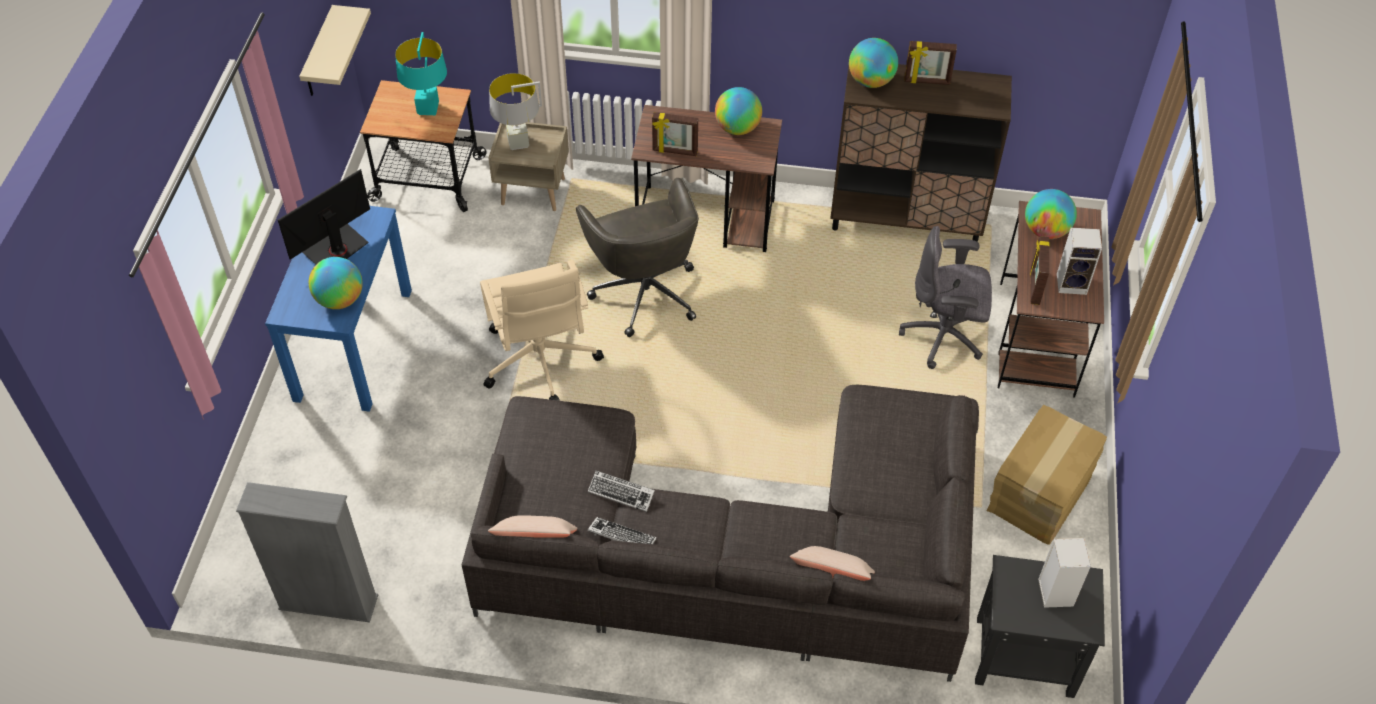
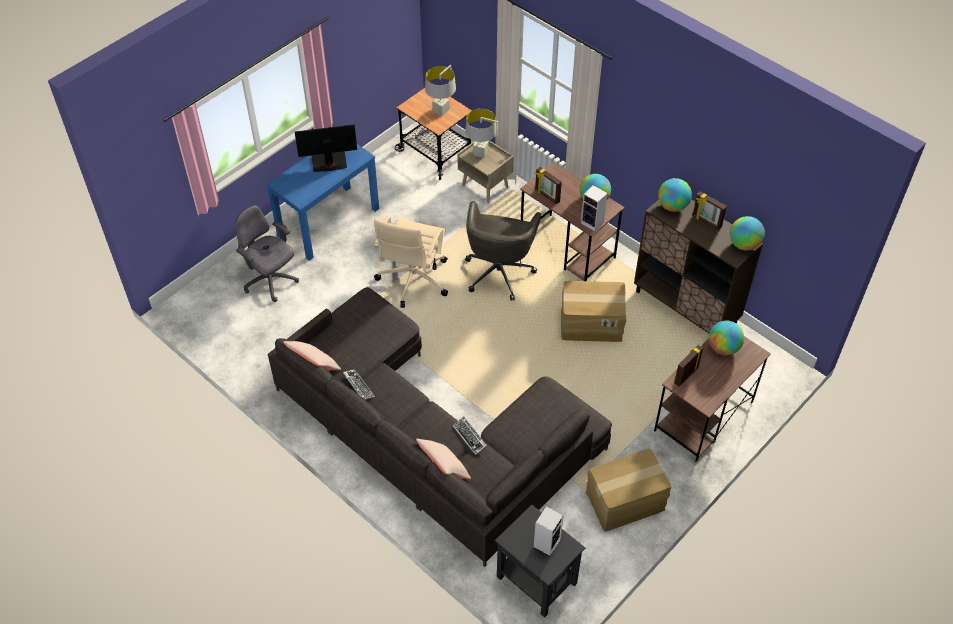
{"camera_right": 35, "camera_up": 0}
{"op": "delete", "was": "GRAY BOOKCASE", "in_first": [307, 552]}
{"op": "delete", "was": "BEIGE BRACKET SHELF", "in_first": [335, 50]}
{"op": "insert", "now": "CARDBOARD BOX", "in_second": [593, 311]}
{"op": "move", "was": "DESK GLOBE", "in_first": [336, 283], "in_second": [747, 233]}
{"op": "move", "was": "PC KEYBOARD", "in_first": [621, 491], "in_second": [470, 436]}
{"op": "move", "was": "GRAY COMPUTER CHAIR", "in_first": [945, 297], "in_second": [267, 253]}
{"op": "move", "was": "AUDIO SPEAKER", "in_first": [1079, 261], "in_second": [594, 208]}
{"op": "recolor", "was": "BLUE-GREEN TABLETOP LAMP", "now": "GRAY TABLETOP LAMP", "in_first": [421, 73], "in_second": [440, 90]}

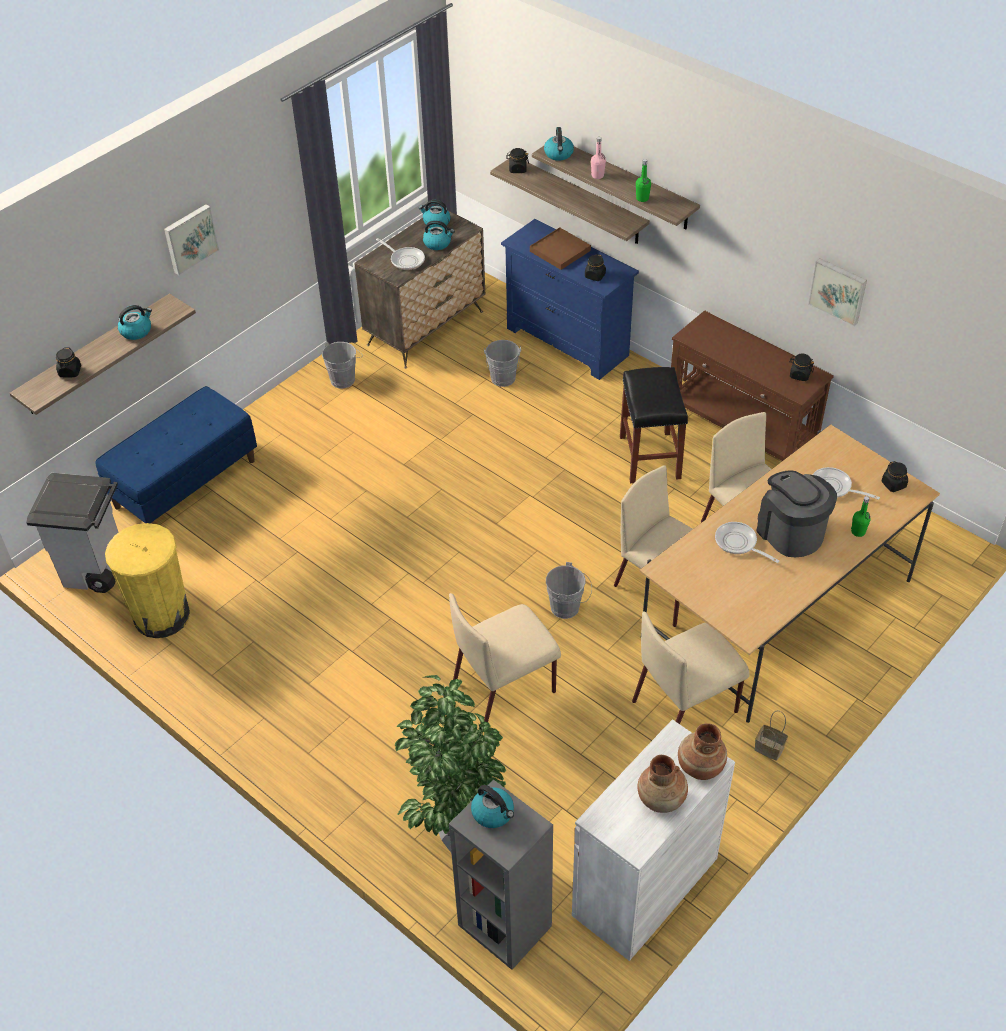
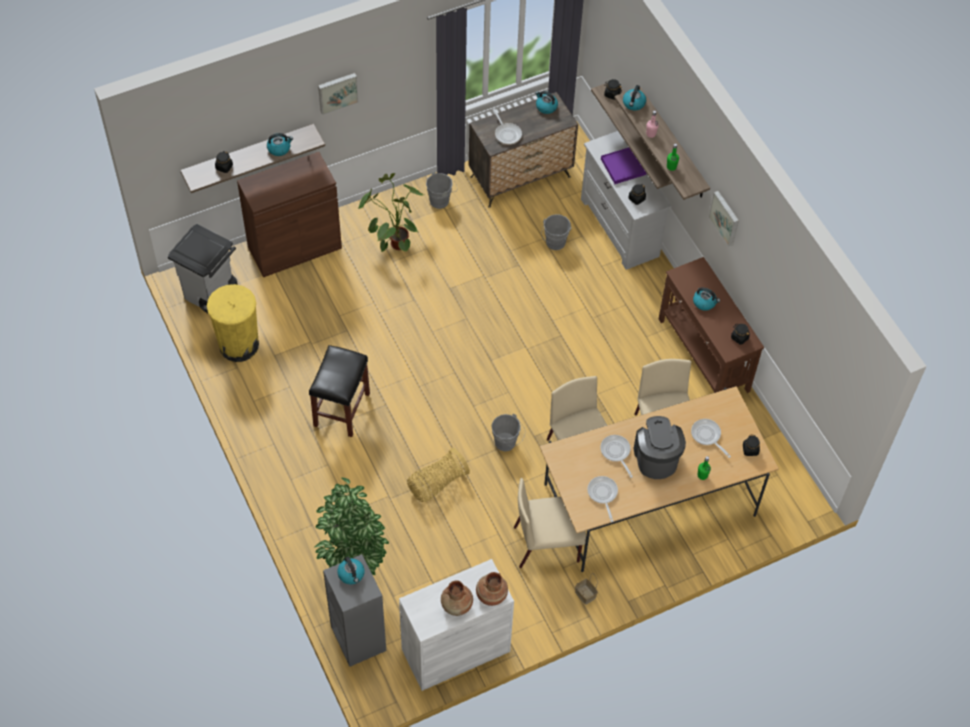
{"camera_right": 20, "camera_up": 10}
{"op": "insert", "now": "HOUSEPLANT", "in_second": [391, 212]}
{"op": "insert", "now": "PAN", "in_second": [602, 499]}
{"op": "move", "was": "KETTLE", "in_first": [439, 235], "in_second": [706, 299]}
{"op": "move", "was": "BLACK-COLOURED STOOL", "in_first": [654, 425], "in_second": [339, 391]}
{"op": "move", "was": "PICTURE", "in_first": [837, 292], "in_second": [724, 218]}
{"op": "replace", "was": "BLUE-COLOURED INDOOR BENCH", "now": "BROWN-COLOURED CUPBOARD", "in_first": [176, 455], "in_second": [289, 214]}
{"op": "replace", "was": "BEIGE UPRIGHT CHAIR", "now": "HOUSEHOLD BASKET", "in_first": [505, 657], "in_second": [438, 475]}
{"op": "recolor", "was": "BLUE-COLOURED DRESSER", "now": "WHITE-COLOURED DRESSER", "in_first": [570, 299], "in_second": [626, 200]}
{"op": "recolor", "was": "BROWN-COLOURED CARRYING TRAY", "now": "PURPLE CARRYING TRAY", "in_first": [560, 248], "in_second": [623, 166]}

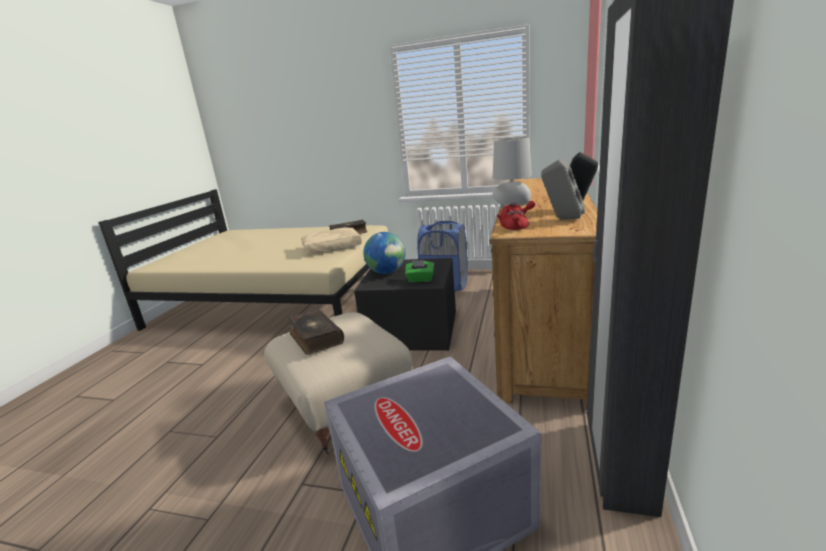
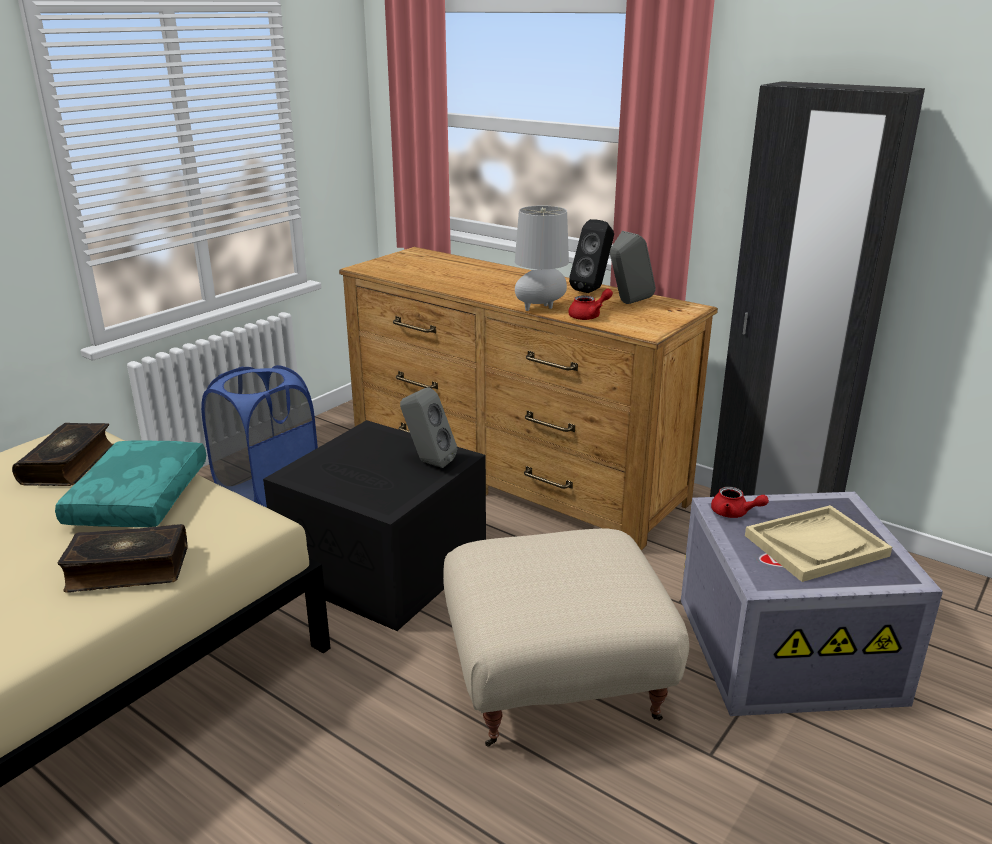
{"camera_right": -70, "camera_up": 5}
{"op": "delete", "was": "DESK GLOBE", "in_first": [384, 253]}
{"op": "insert", "now": "BEIGE CARRYING TRAY", "in_second": [818, 543]}
{"op": "move", "was": "BOOK", "in_first": [316, 332], "in_second": [122, 558]}
{"op": "move", "was": "RED POT FOR TEA", "in_first": [513, 220], "in_second": [740, 502]}
{"op": "replace", "was": "GREEN-COLOURED TISSUE HOLDER", "now": "GRAY AUDIO SPEAKER", "in_first": [419, 271], "in_second": [428, 427]}
{"op": "recolor", "was": "BEIGE CUSHION", "now": "BLUE-GREEN CUSHION", "in_first": [331, 240], "in_second": [130, 483]}

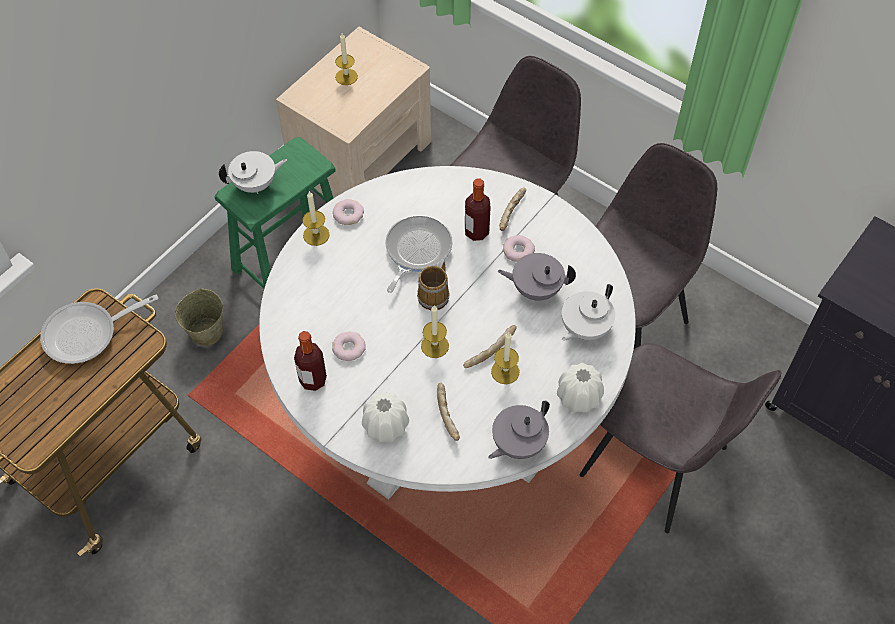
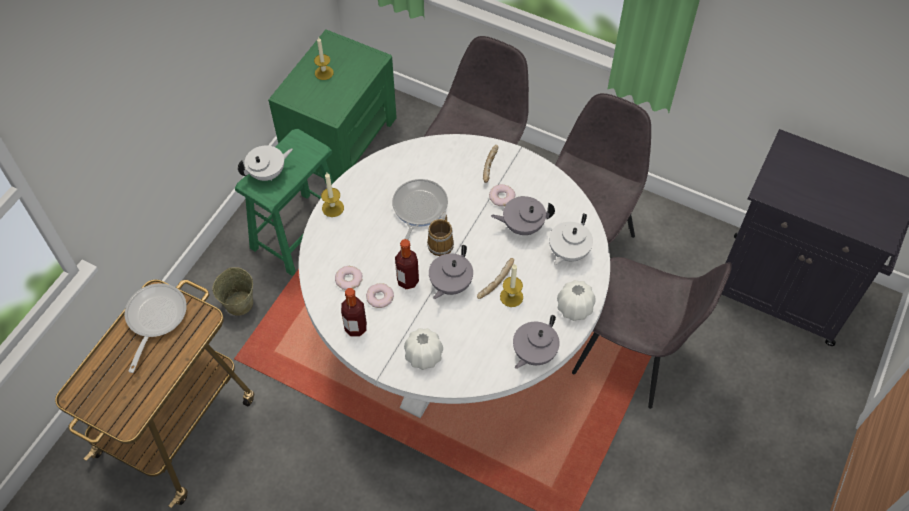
{"camera_right": -10, "camera_up": 0}
{"op": "delete", "was": "BAKED BREAD", "in_first": [448, 412]}
{"op": "move", "was": "DONUT", "in_first": [348, 212], "in_second": [349, 278]}
{"op": "move", "was": "DRINK BOTTLE", "in_first": [478, 209], "in_second": [407, 264]}
{"op": "replace", "was": "WAX CANDLE", "now": "GRAY POT FOR TEA", "in_first": [435, 332], "in_second": [451, 272]}
{"op": "recolor", "was": "BEIGE BEDSIDE TABLE", "now": "GREEN-COLOURED BEDSIDE TABLE", "in_first": [353, 112], "in_second": [332, 105]}
{"op": "rotate", "was": "PAN", "in_first": [99, 329], "in_second": [156, 328], "clockwise": 135}

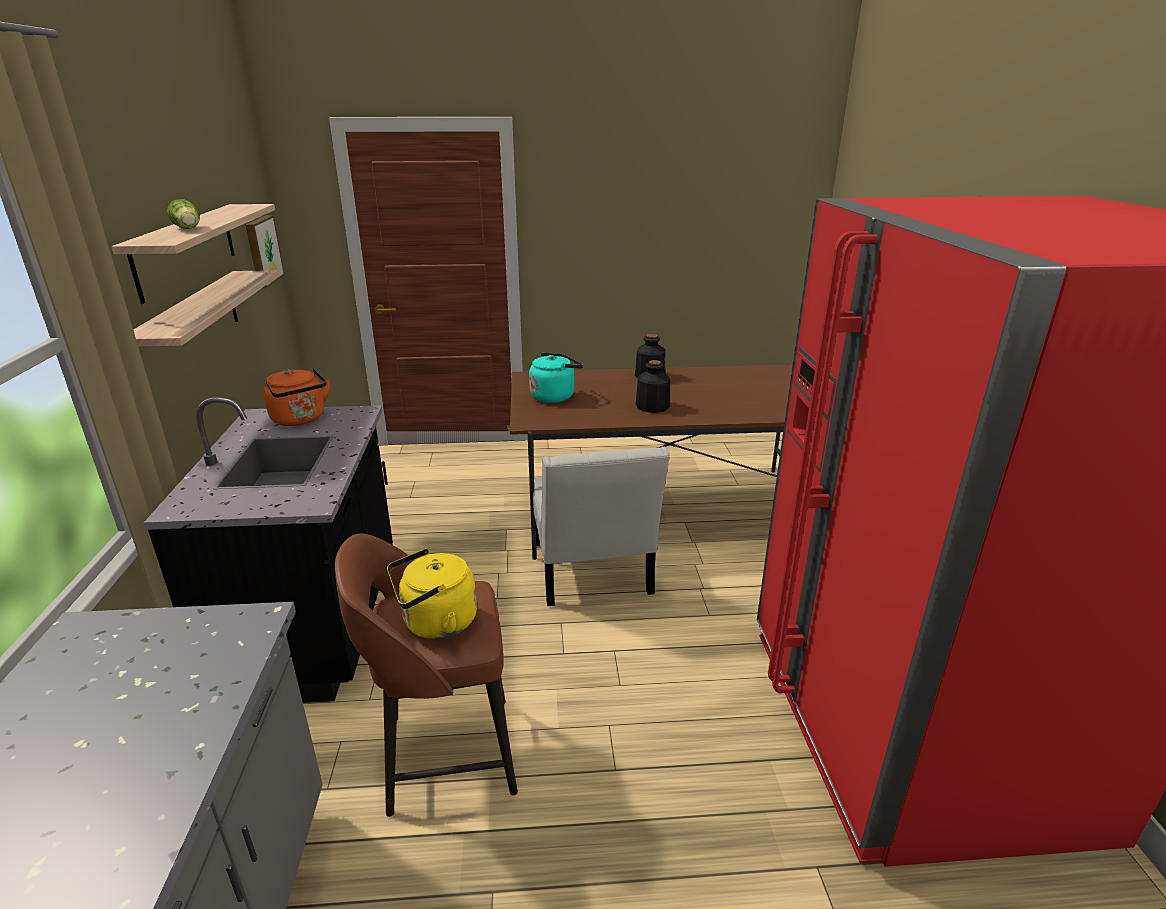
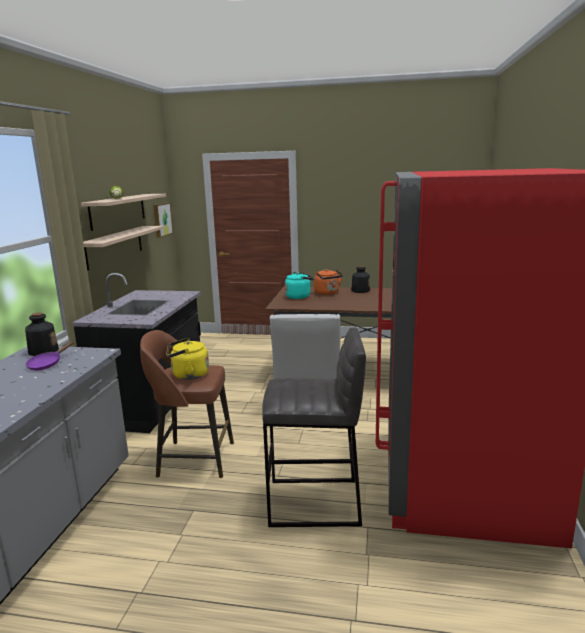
{"camera_right": 15, "camera_up": -10}
{"op": "insert", "now": "PURPLE PAN", "in_second": [50, 356]}
{"op": "insert", "now": "GRAY STOOL", "in_second": [314, 427]}
{"op": "move", "was": "ORANGE KETTLE", "in_first": [297, 397], "in_second": [328, 282]}
{"op": "move", "was": "DRINK BOTTLE", "in_first": [653, 386], "in_second": [42, 334]}

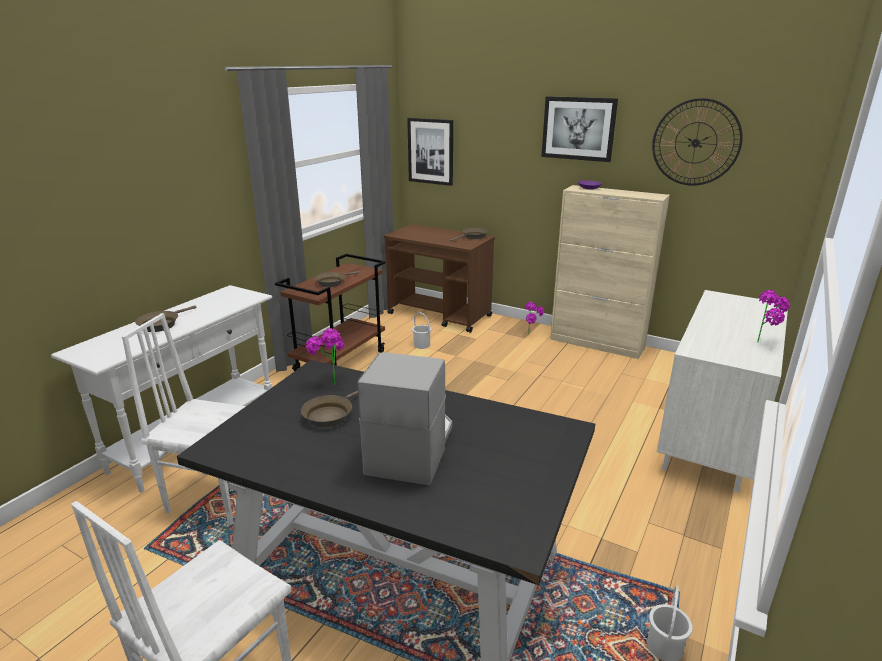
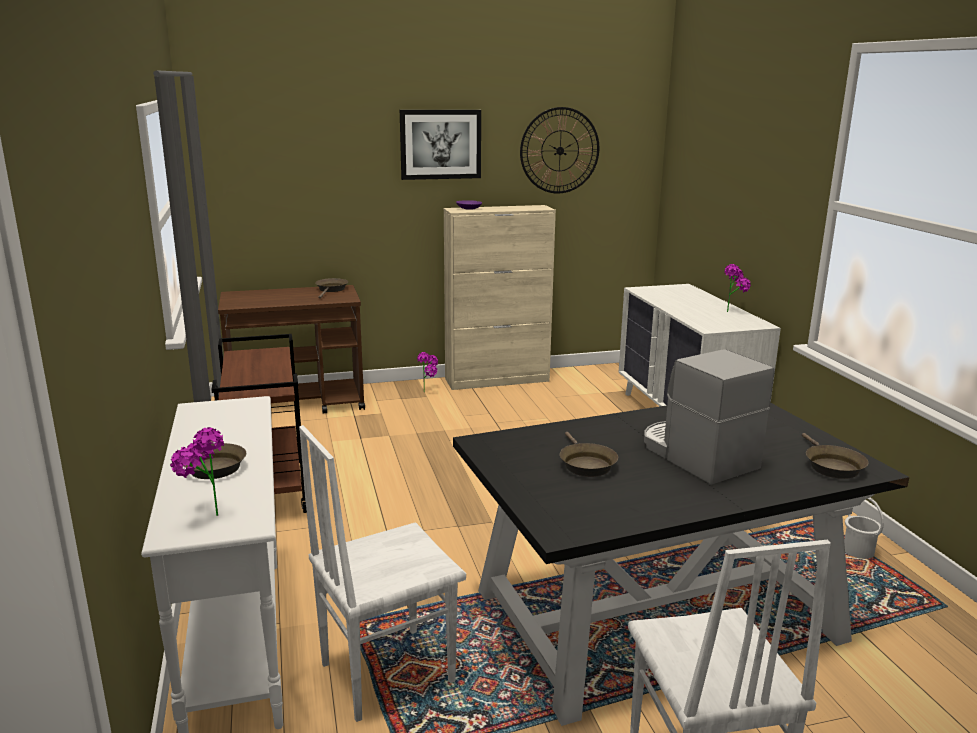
{"camera_right": -45, "camera_up": -5}
{"op": "delete", "was": "PICTURE", "in_first": [430, 152]}
{"op": "delete", "was": "WHITE-COLOURED WATER BUCKET", "in_first": [422, 330]}
{"op": "move", "was": "HOUSEPLANT", "in_first": [325, 356], "in_second": [197, 471]}
{"op": "move", "was": "BROWN-COLOURED PAN", "in_first": [337, 279], "in_second": [835, 456]}

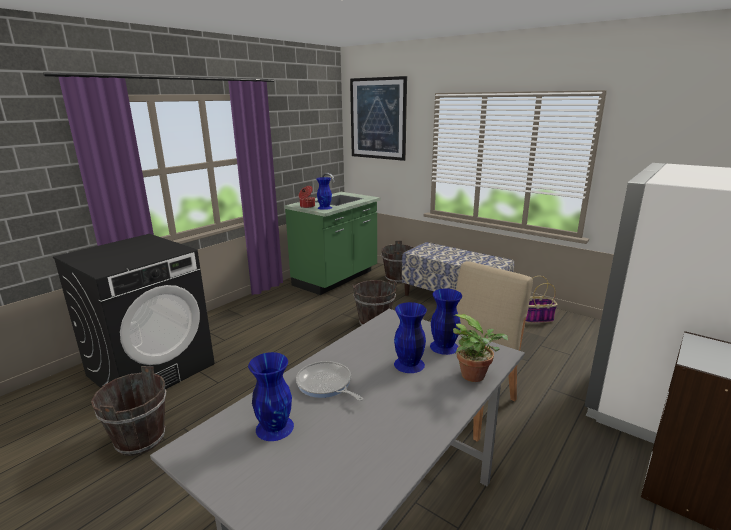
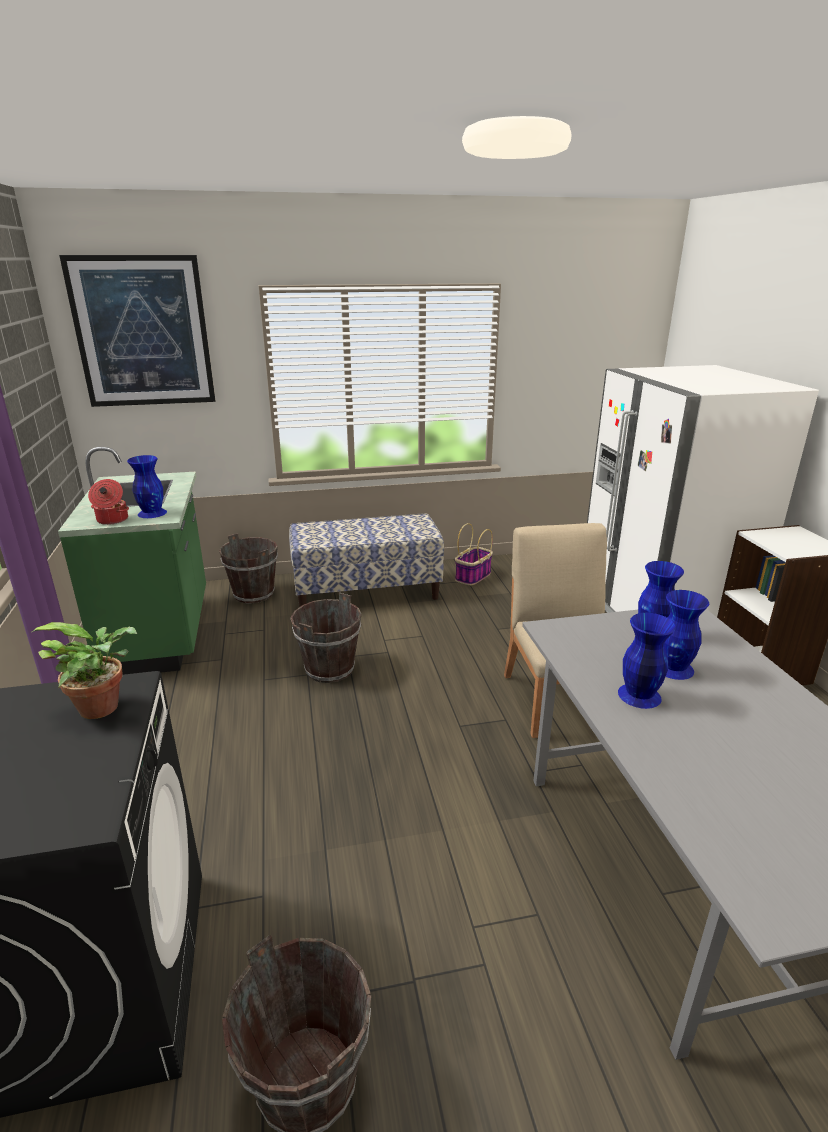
{"camera_right": -50, "camera_up": 5}
{"op": "delete", "was": "PAN", "in_first": [329, 381]}
{"op": "move", "was": "BLUE-COLOURED DECORATIVE VASE", "in_first": [271, 396], "in_second": [647, 661]}
{"op": "move", "was": "HOUSEPLANT", "in_first": [480, 348], "in_second": [84, 670]}

